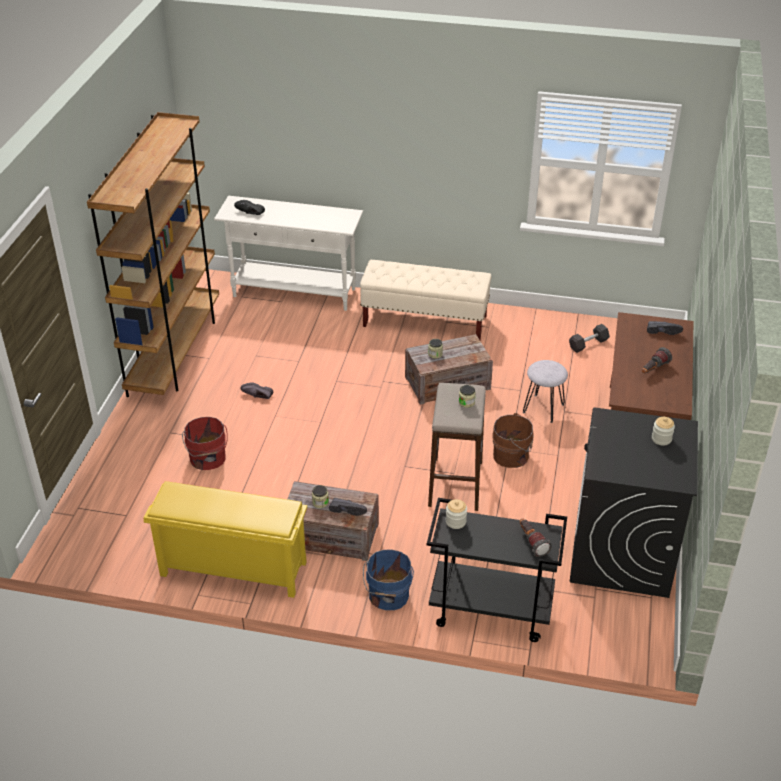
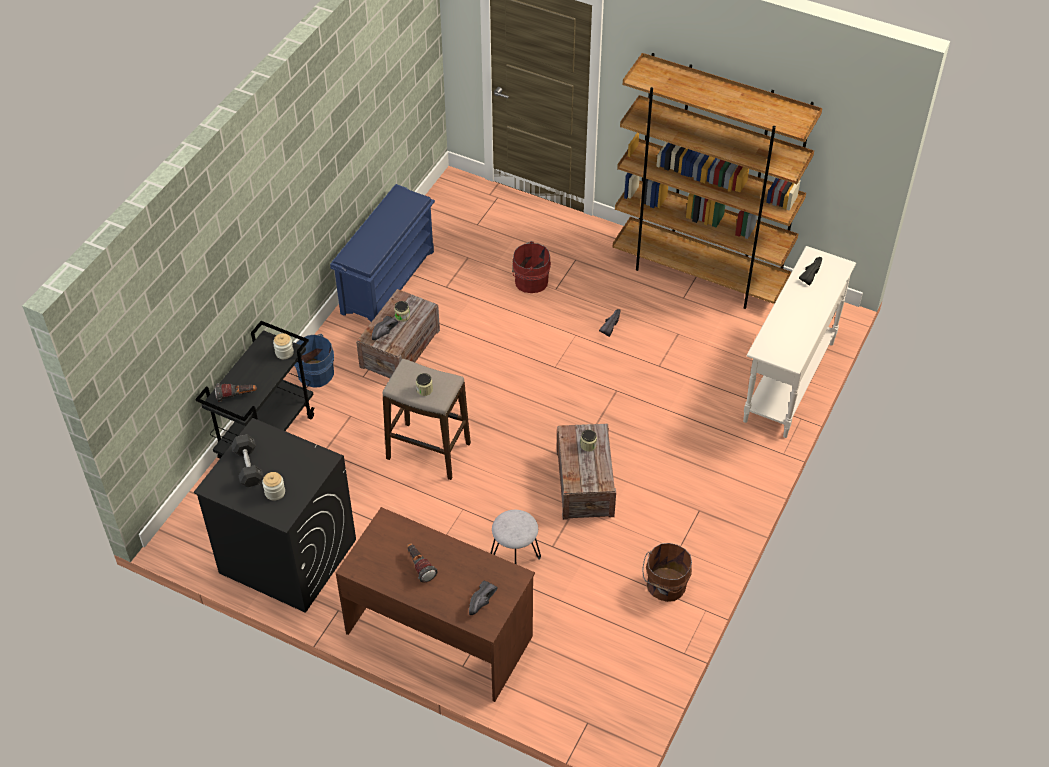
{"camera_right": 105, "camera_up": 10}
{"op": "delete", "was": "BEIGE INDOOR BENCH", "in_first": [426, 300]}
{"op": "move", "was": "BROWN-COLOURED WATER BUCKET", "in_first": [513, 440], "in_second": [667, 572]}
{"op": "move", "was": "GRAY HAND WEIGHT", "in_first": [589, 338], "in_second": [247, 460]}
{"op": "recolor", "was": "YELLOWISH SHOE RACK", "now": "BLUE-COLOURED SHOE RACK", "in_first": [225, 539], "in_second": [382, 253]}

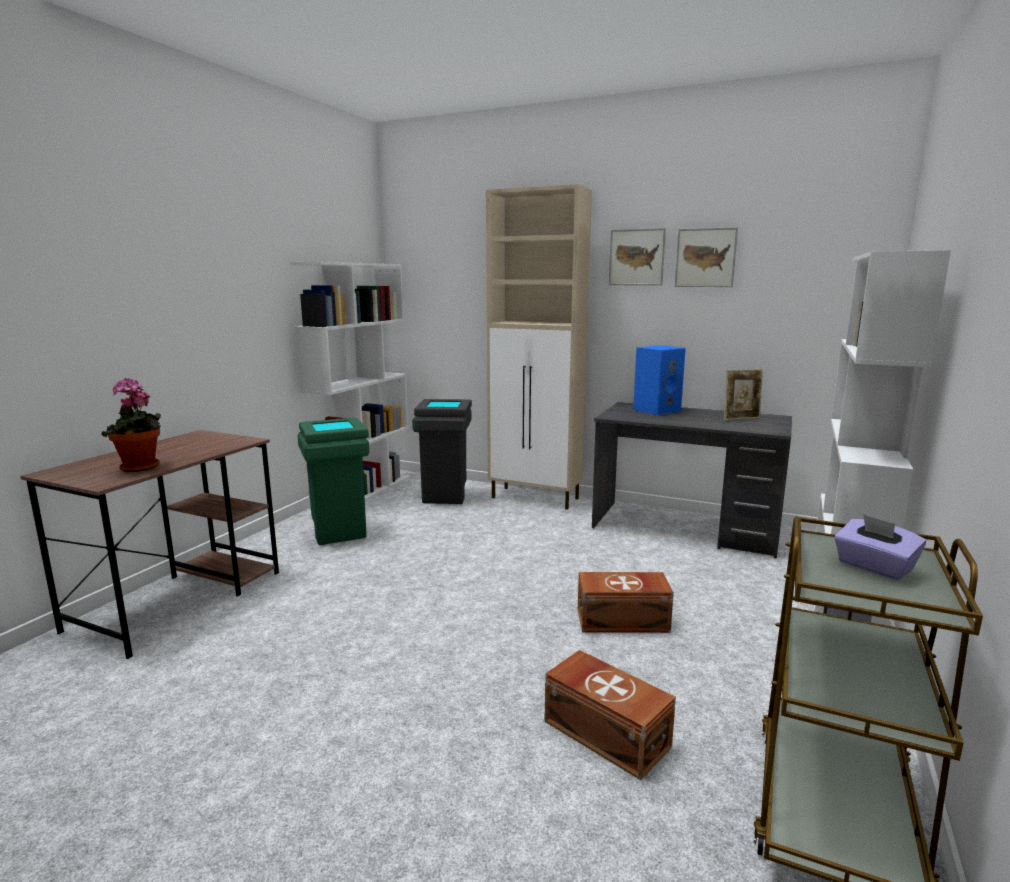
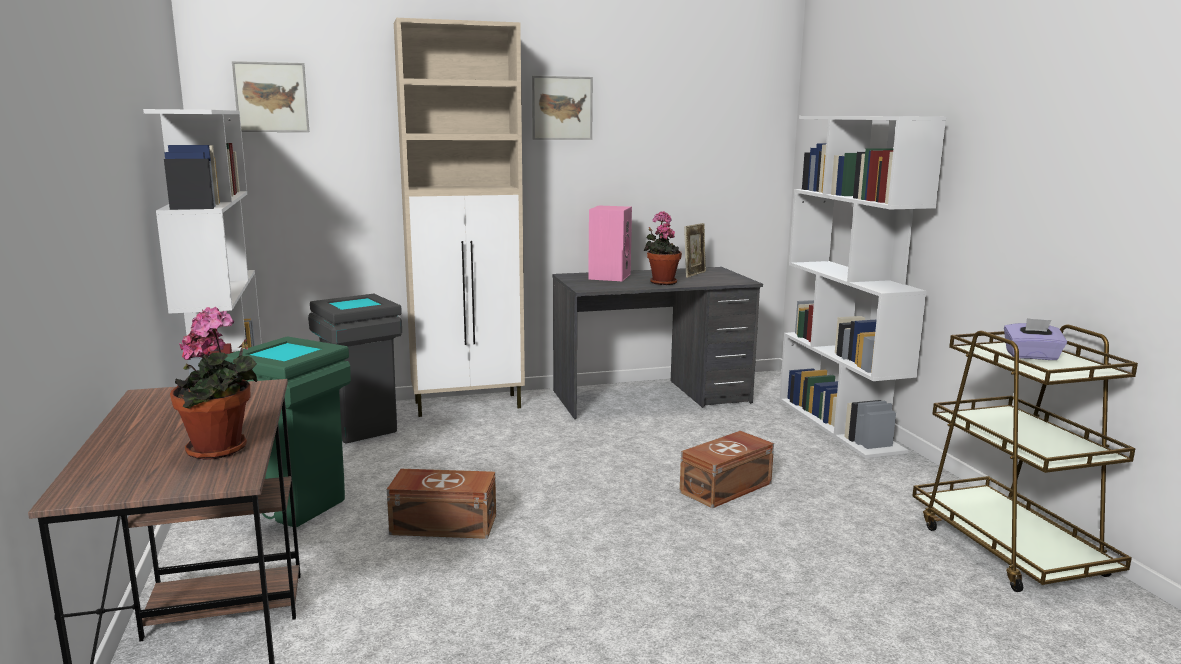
{"camera_right": -40, "camera_up": 0}
{"op": "insert", "now": "HOUSEPLANT", "in_second": [663, 248]}
{"op": "move", "was": "BROWN-COLOURED STORAGE BOX", "in_first": [610, 715], "in_second": [441, 504]}
{"op": "move", "was": "PICTURE", "in_first": [706, 257], "in_second": [270, 96]}
{"op": "recolor", "was": "BLUE-COLOURED AUDIO SPEAKER", "now": "PINK-COLOURED AUDIO SPEAKER", "in_first": [659, 380], "in_second": [610, 243]}

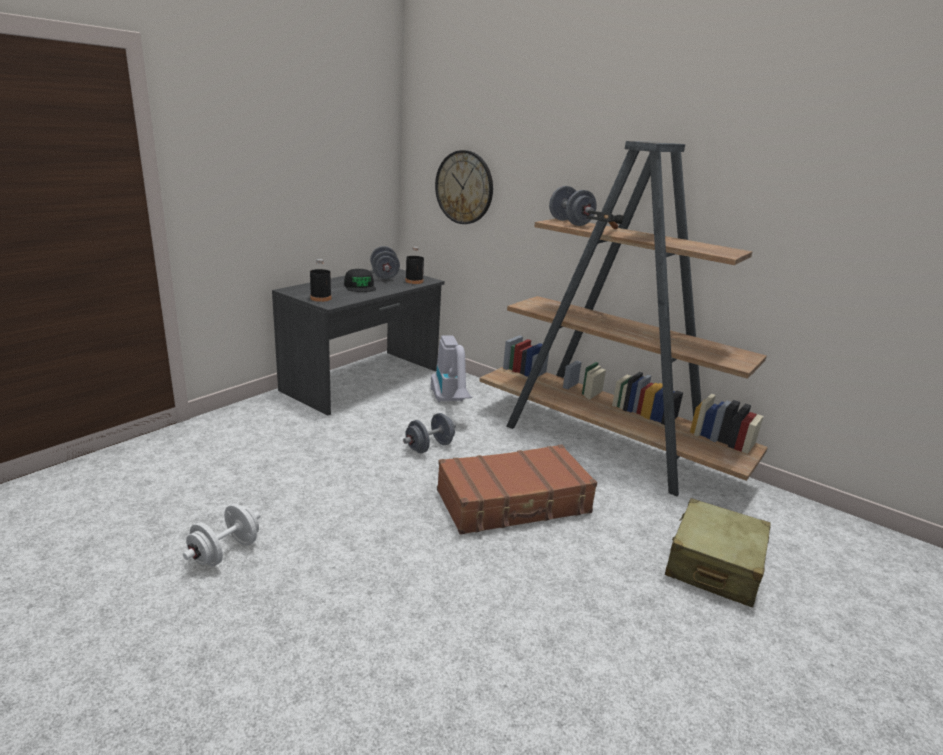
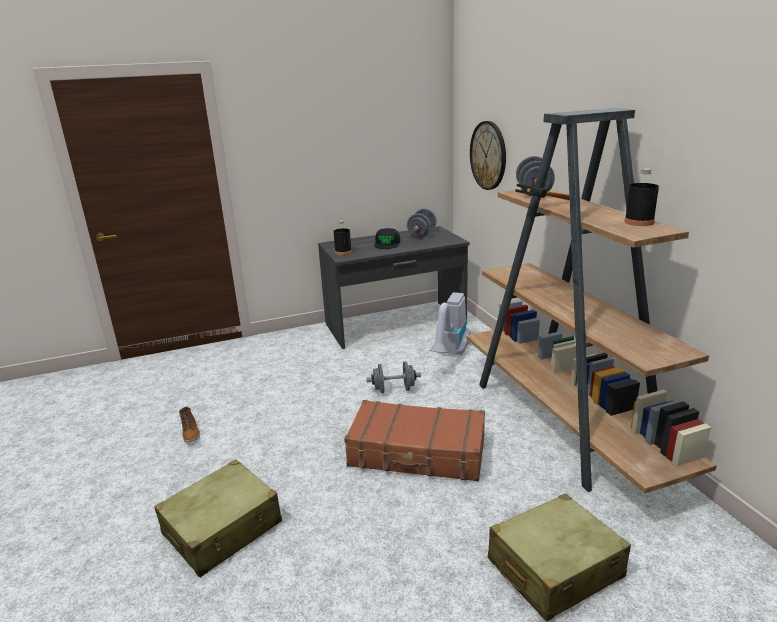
{"camera_right": 35, "camera_up": 0}
{"op": "insert", "now": "BEIGE TRAVEL CASE", "in_second": [218, 518]}
{"op": "move", "was": "BLACK-COLOURED DRINK BOTTLE", "in_first": [414, 265], "in_second": [641, 197]}
{"op": "replace", "was": "WHITE-COLOURED HAND WEIGHT", "now": "BOOT", "in_first": [221, 535], "in_second": [189, 424]}

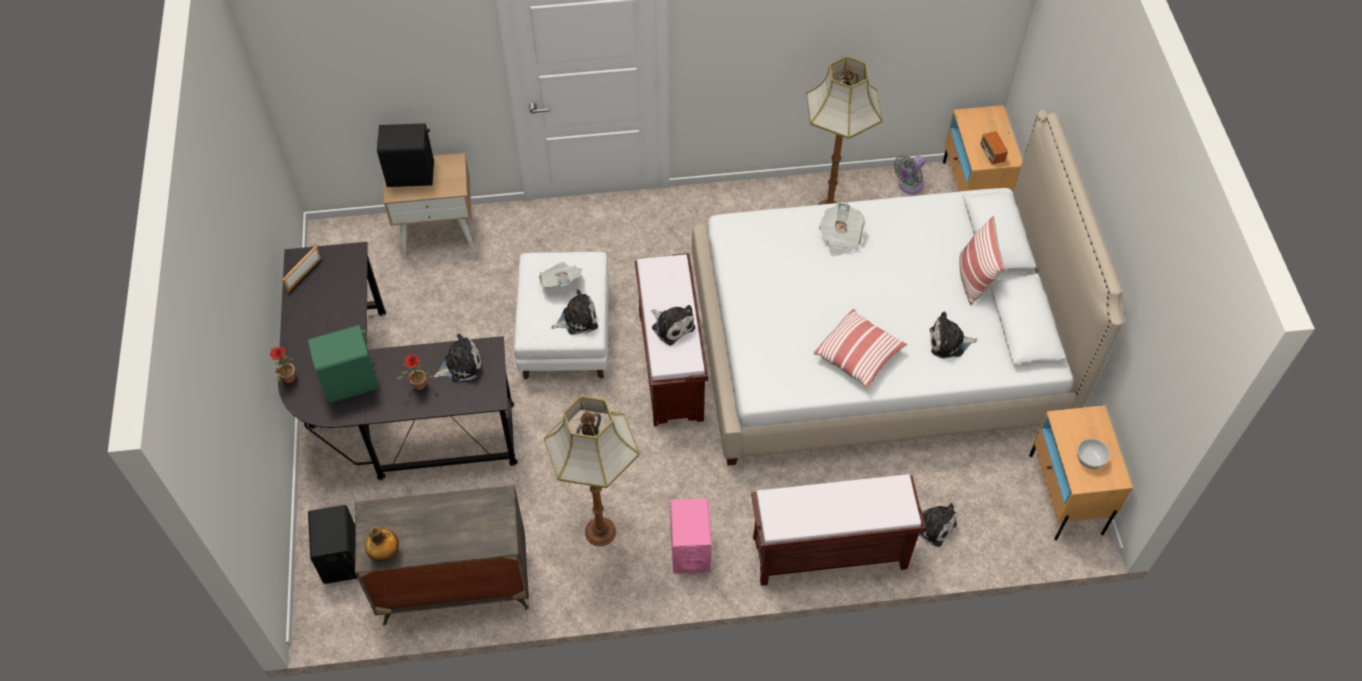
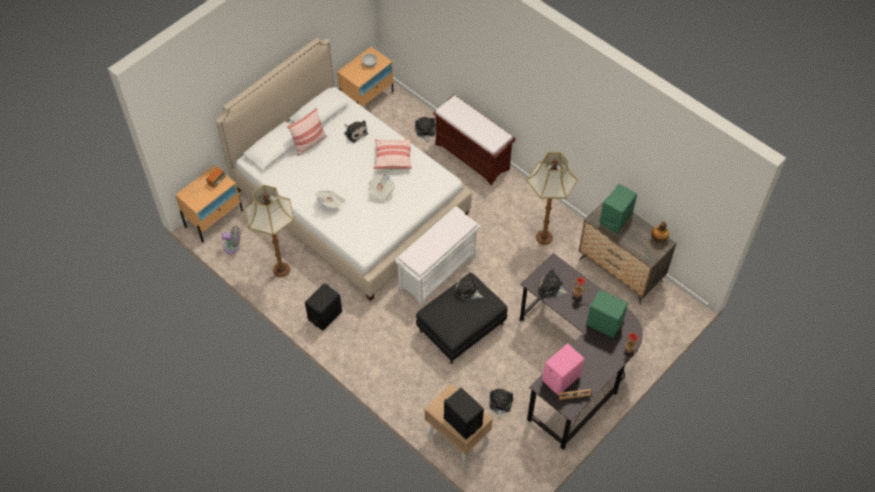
{"camera_right": -130, "camera_up": 0}
{"op": "insert", "now": "GREEN-COLOURED AUDIO SPEAKER", "in_second": [618, 208]}
{"op": "move", "was": "BLACK-COLOURED AUDIO SPEAKER", "in_first": [332, 544], "in_second": [323, 307]}
{"op": "move", "was": "DAILY PAPER", "in_first": [560, 274], "in_second": [381, 188]}
{"op": "move", "was": "PLUSH TOY", "in_first": [673, 325], "in_second": [501, 404]}
{"op": "move", "was": "PINK-COLOURED AUDIO SPEAKER", "in_first": [691, 536], "in_second": [563, 369]}
{"op": "recolor", "was": "WHITE-COLOURED FOOTREST", "now": "BLACK-COLOURED FOOTREST", "in_first": [561, 315], "in_second": [462, 318]}
{"op": "recolor", "was": "BROWN-COLOURED INDOOR BENCH", "now": "WHITE-COLOURED INDOOR BENCH", "in_first": [671, 340], "in_second": [437, 256]}

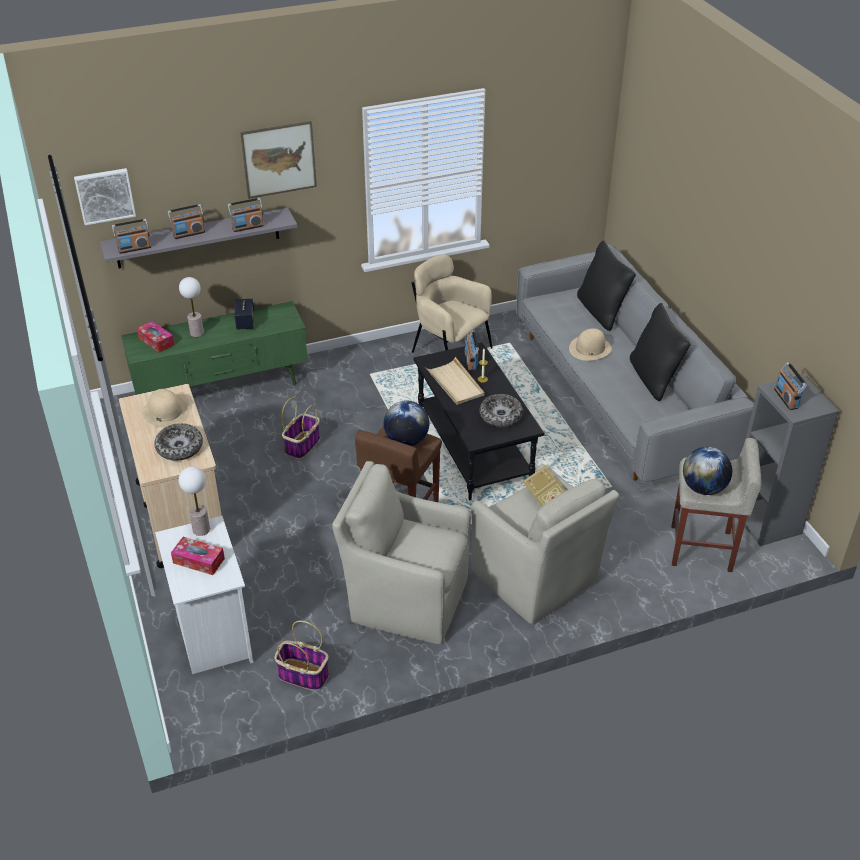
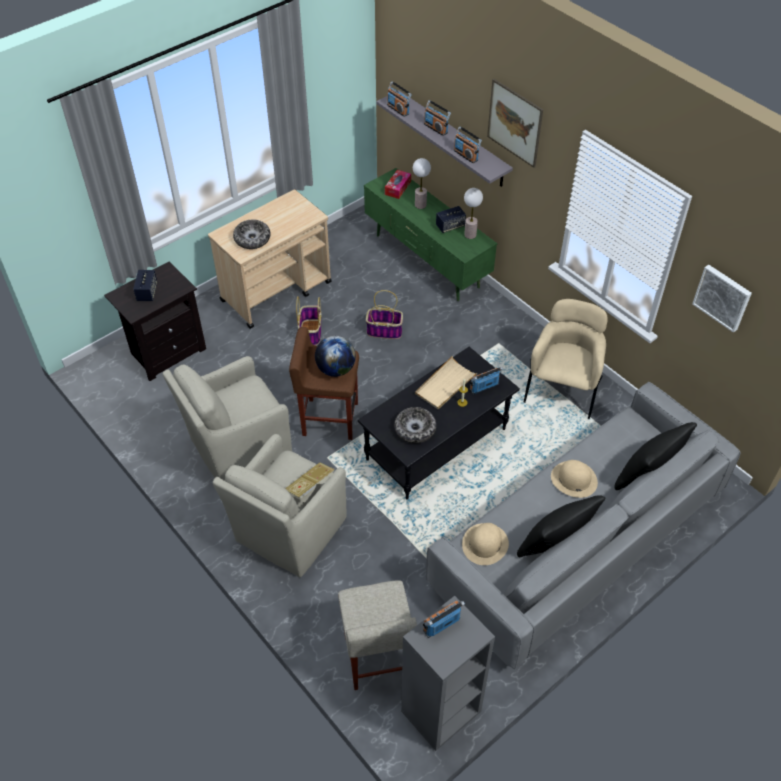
{"camera_right": 70, "camera_up": 10}
{"op": "delete", "was": "DESK GLOBE", "in_first": [707, 471]}
{"op": "move", "was": "PICTURE", "in_first": [105, 196], "in_second": [722, 299]}
{"op": "move", "was": "BEIGE WEARABLE HAT", "in_first": [165, 408], "in_second": [485, 544]}
{"op": "move", "was": "TABLETOP LAMP", "in_first": [194, 501], "in_second": [473, 213]}
{"op": "move", "was": "HOUSEHOLD BASKET", "in_first": [302, 655], "in_second": [309, 321]}
{"op": "replace", "was": "TISSUE HOLDER", "now": "AUDIO SPEAKER", "in_first": [198, 556], "in_second": [145, 285]}
{"op": "recolor", "was": "WHITE-COLOURED BEDSIDE TABLE", "now": "BLACK-COLOURED BEDSIDE TABLE", "in_first": [204, 595], "in_second": [155, 321]}
{"op": "rotate", "was": "BEIGE ARMCHAIR", "in_first": [401, 552], "in_second": [227, 418], "clockwise": -120}

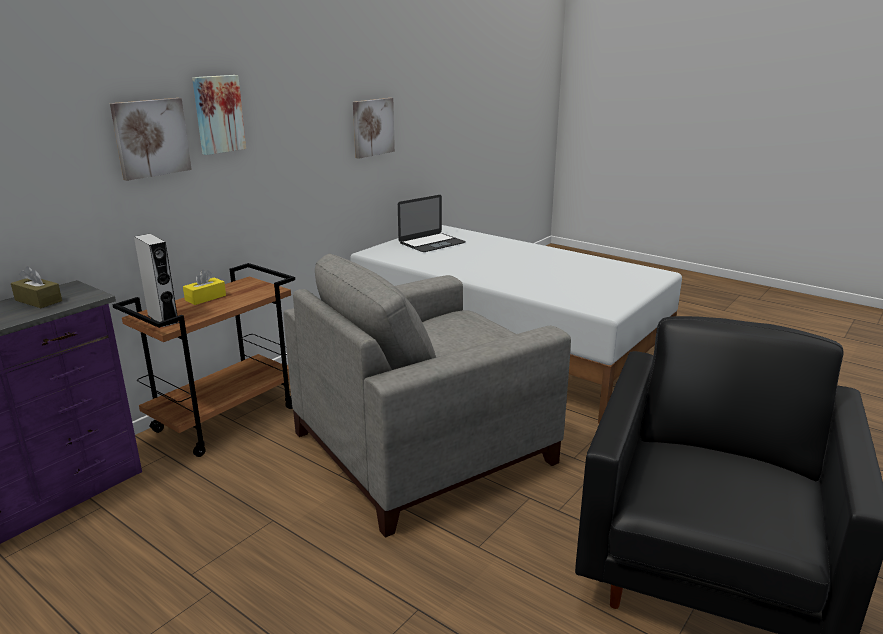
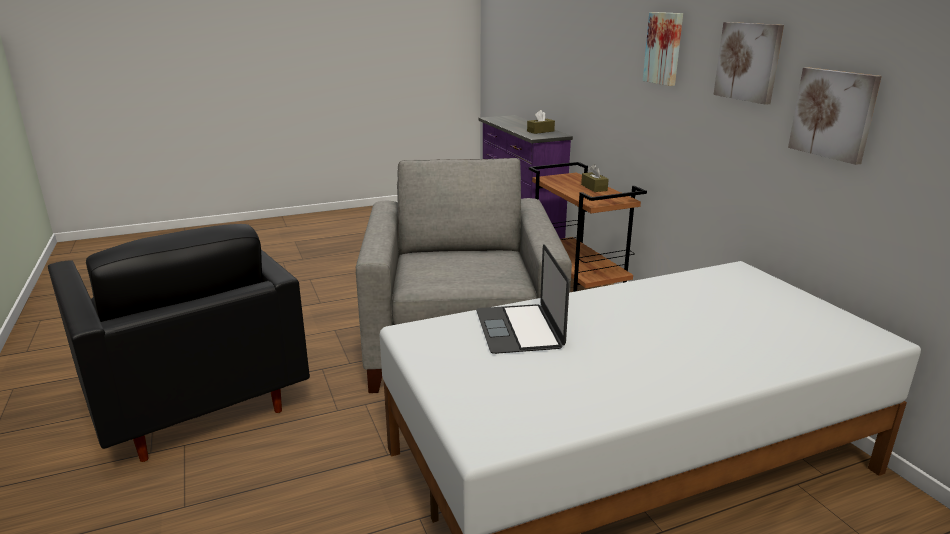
{"camera_right": 120, "camera_up": 0}
{"op": "delete", "was": "GRAY AUDIO SPEAKER", "in_first": [156, 280]}
{"op": "move", "was": "PICTURE", "in_first": [151, 139], "in_second": [748, 63]}
{"op": "move", "was": "NOTEBOOK COMPUTER", "in_first": [432, 223], "in_second": [523, 299]}
{"op": "recolor", "was": "YELLOWISH TISSUE HOLDER", "now": "BROWN-COLOURED TISSUE HOLDER", "in_first": [204, 287], "in_second": [595, 178]}

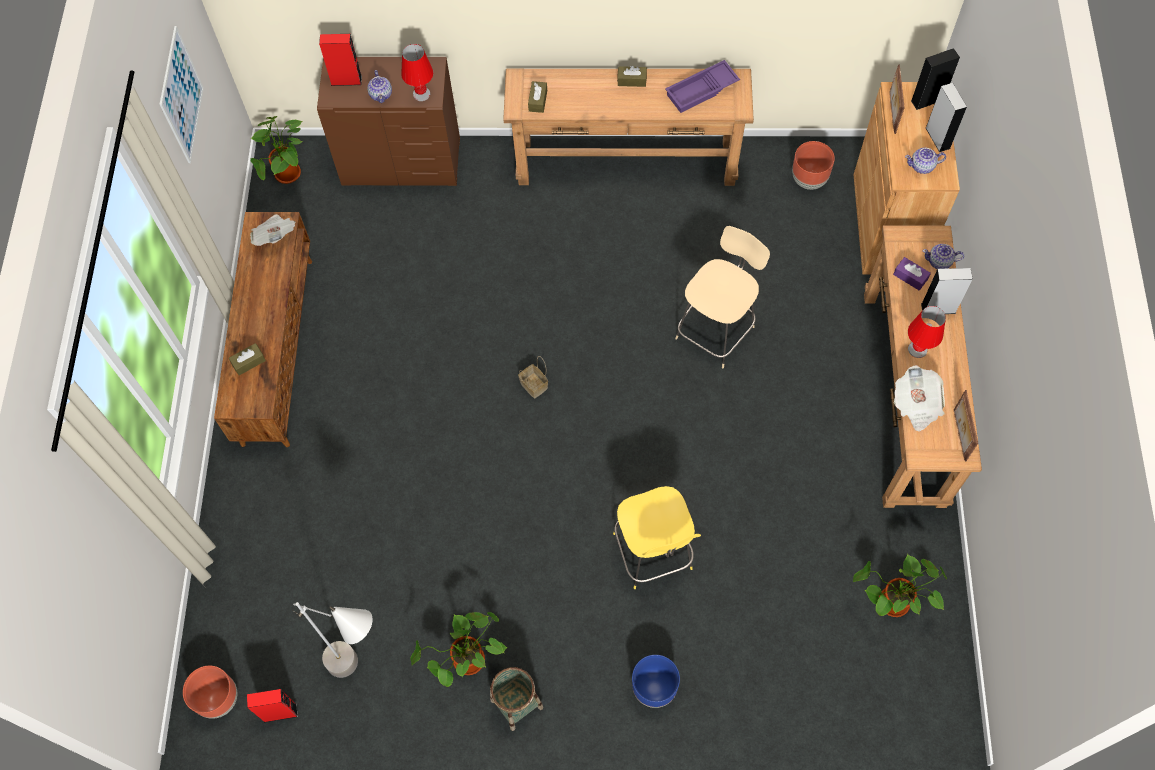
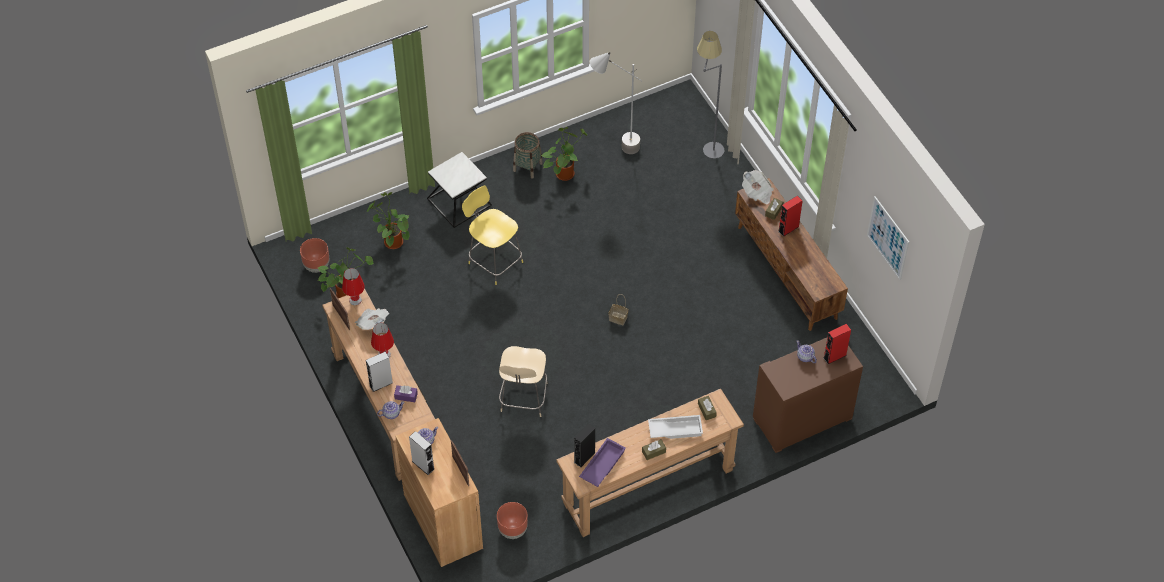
{"camera_right": 150, "camera_up": -10}
{"op": "insert", "now": "WHITE-COLOURED CARRYING TRAY", "in_second": [675, 427]}
{"op": "insert", "now": "GRAY STANDING LAMP", "in_second": [711, 95]}
{"op": "move", "was": "BROWN-COLOURED PLANTER", "in_first": [210, 692], "in_second": [314, 255]}
{"op": "move", "was": "RED AUDIO SPEAKER", "in_first": [272, 706], "in_second": [790, 216]}
{"op": "move", "was": "HOUSEPLANT", "in_first": [276, 150], "in_second": [387, 220]}
{"op": "move", "was": "DAILY PAPER", "in_first": [272, 230], "in_second": [758, 187]}
{"op": "move", "was": "RED TABLETOP LAMP", "in_first": [417, 72], "in_second": [353, 286]}
{"op": "move", "was": "BLACK-COLOURED AUDIO SPEAKER", "in_first": [935, 79], "in_second": [584, 445]}
{"op": "replace", "was": "BLUE-COLOURED PLANTER", "now": "END TABLE", "in_first": [656, 681], "in_second": [459, 190]}

